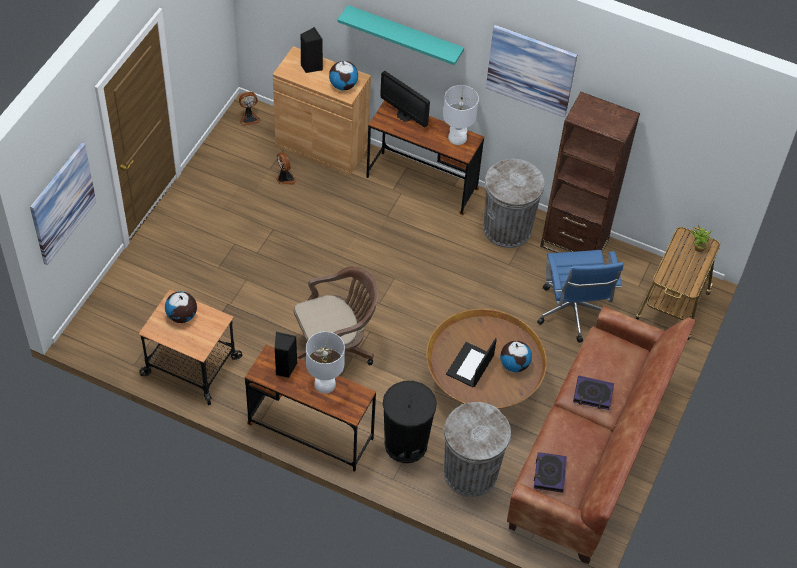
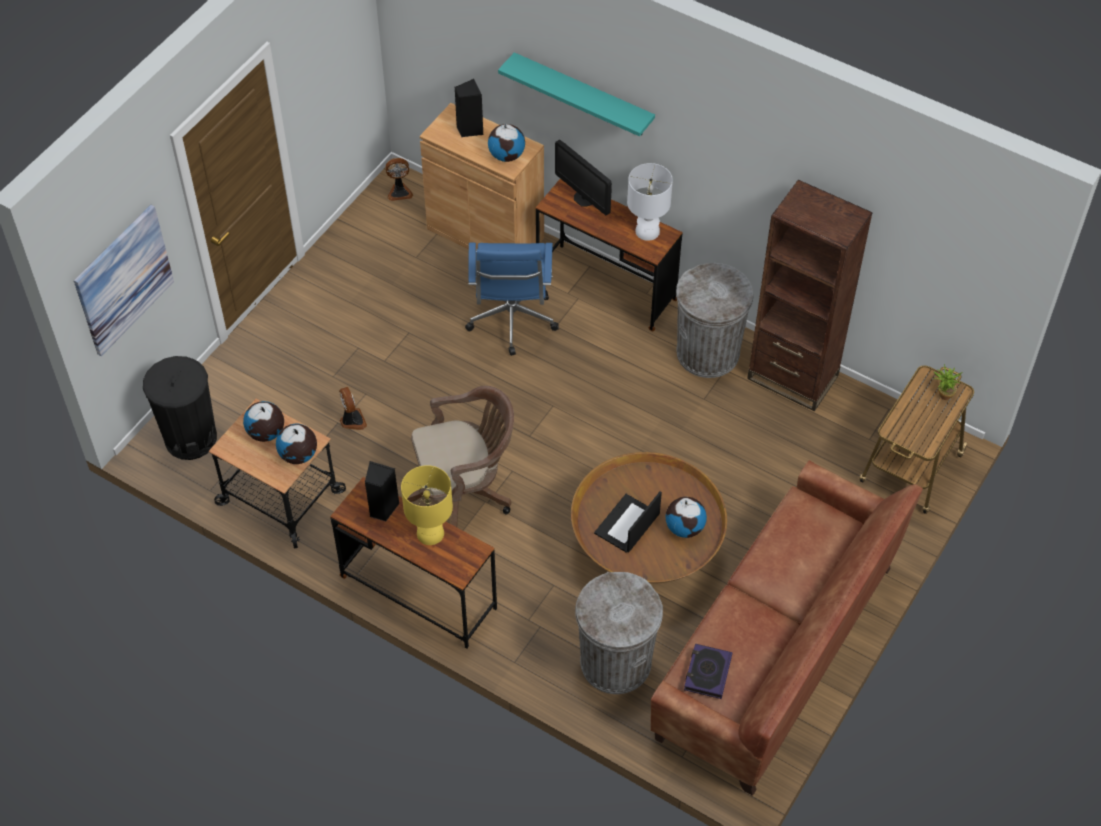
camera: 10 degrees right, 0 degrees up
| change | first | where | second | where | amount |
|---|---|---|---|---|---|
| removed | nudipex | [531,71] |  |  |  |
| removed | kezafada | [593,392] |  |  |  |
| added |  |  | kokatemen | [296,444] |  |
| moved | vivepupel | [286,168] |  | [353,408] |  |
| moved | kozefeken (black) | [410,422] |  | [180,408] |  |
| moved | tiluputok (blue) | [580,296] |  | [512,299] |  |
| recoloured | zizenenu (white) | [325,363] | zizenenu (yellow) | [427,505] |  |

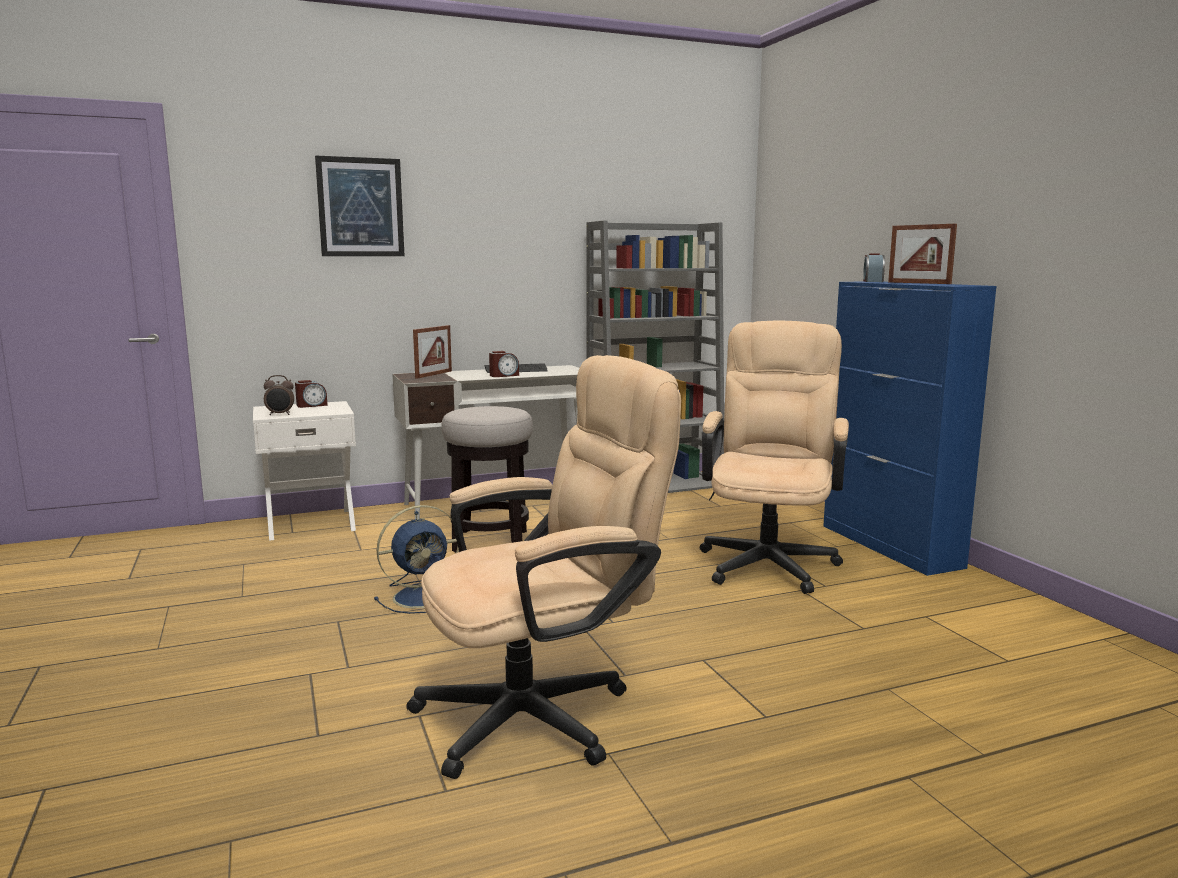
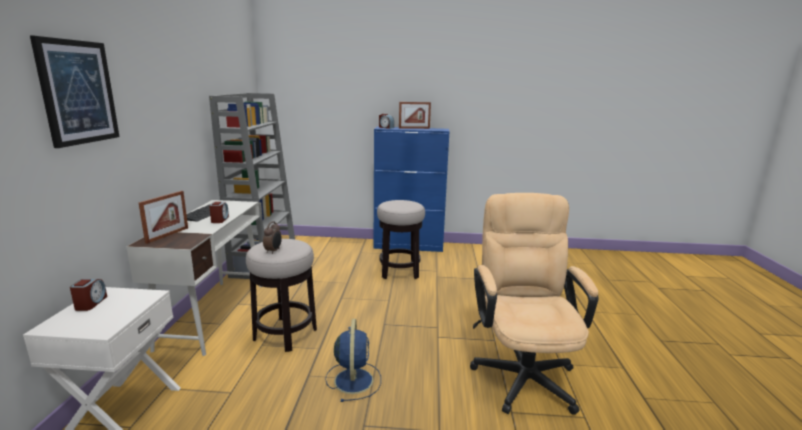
camera: 65 degrees left, 5 degrees up
| change | first | where | second | where | amount |
|---|---|---|---|---|---|
| moved | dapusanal | [279,395] |  | [272,237] |  |
| replaced | tiluputok (beige) | [774,457] | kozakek | [401,239] |  |
| turned | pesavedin | [432,352] |  | [163,217] | 60 degrees clockwise |

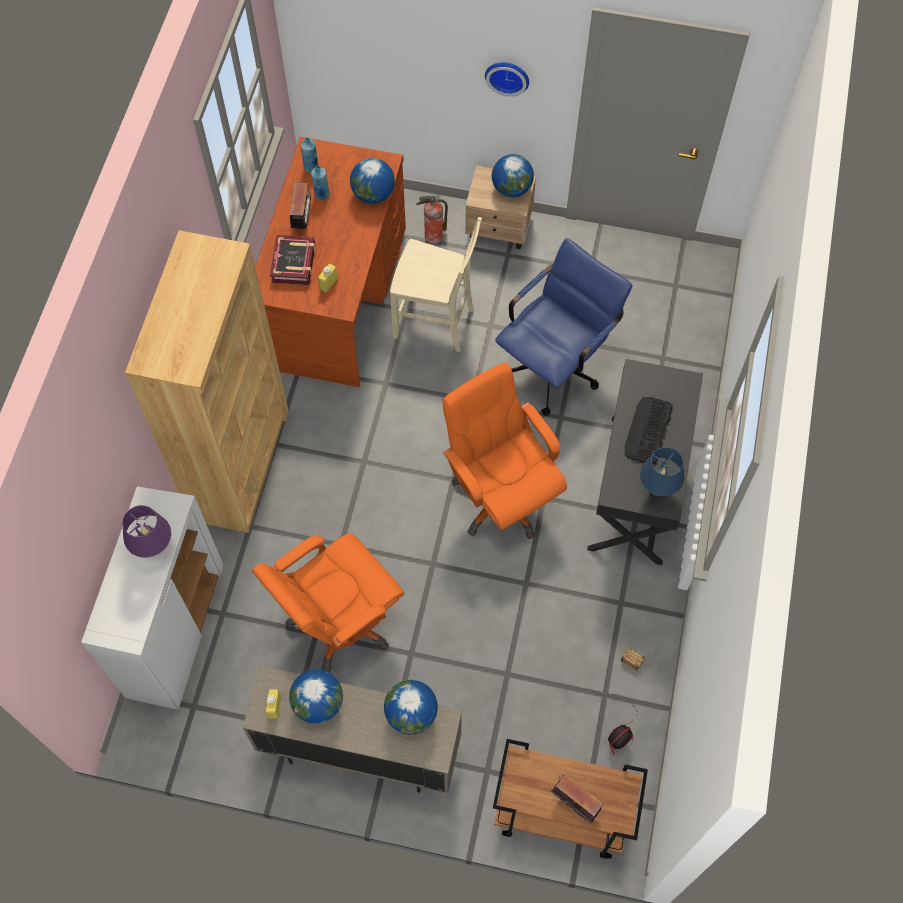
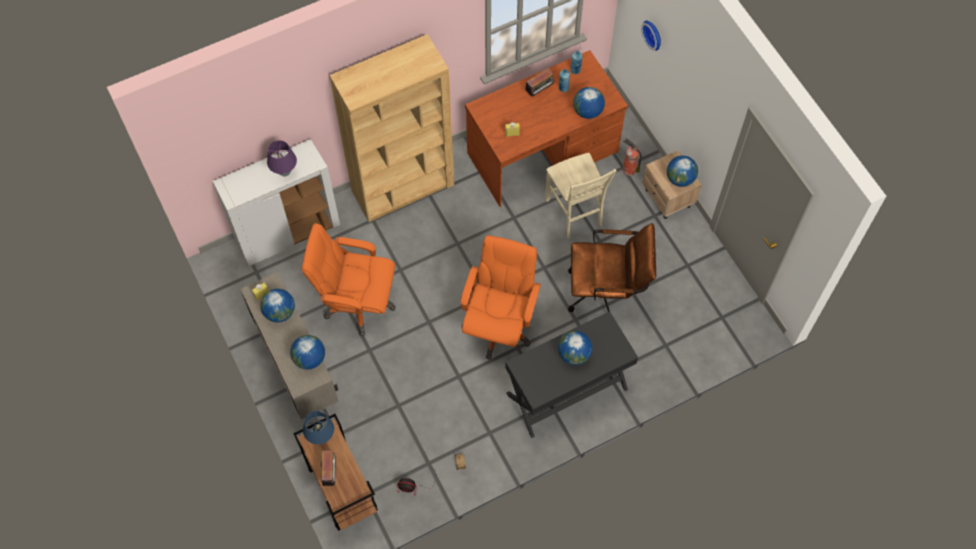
camera: 50 degrees right, 0 degrees up
| change | first | where | second | where | amount |
|---|---|---|---|---|---|
| removed | kezafada | [293,260] |  |  |  |
| moved | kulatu | [507,79] |  | [651,35] |  |
| moved | zizenenu (blue) | [662,471] |  | [318,428] |  |
| replaced | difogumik | [649,430] | kokatemen | [575,348] |  |
| recoloured | tiluputok (blue) | [563,327] | tiluputok (brown) | [612,267] |  |

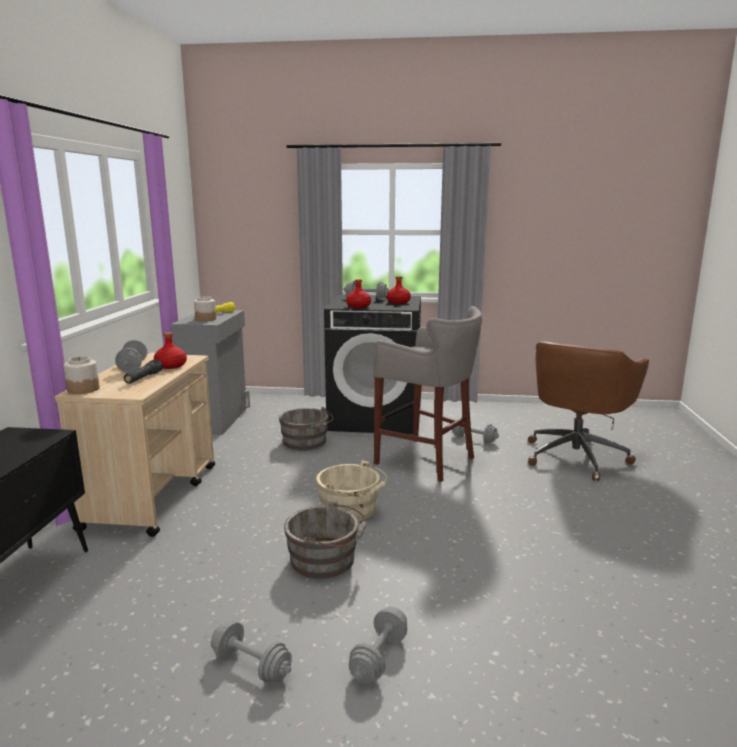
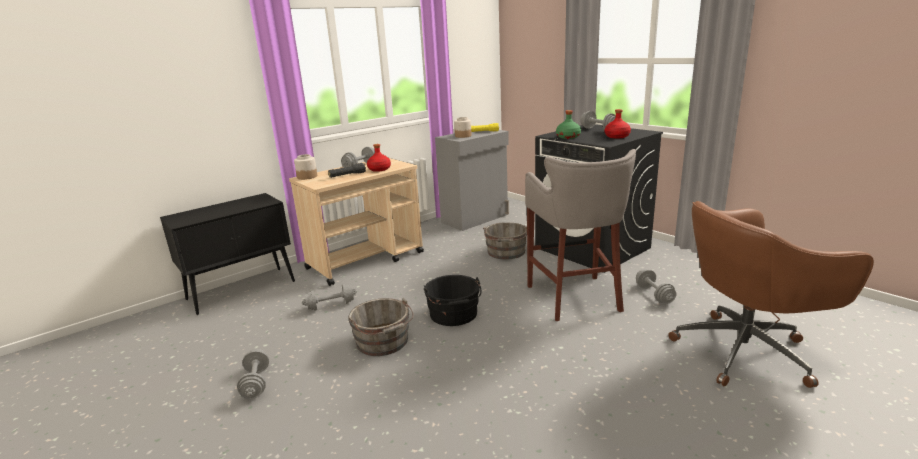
camera: 45 degrees right, 5 degrees up
| change | first | where | second | where | amount |
|---|---|---|---|---|---|
| moved | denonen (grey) | [378,645] |  | [329,297] |  |
| recoloured | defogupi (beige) | [351,490] | defogupi (black) | [453,300] |  |
| recoloured | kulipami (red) | [358,293] | kulipami (green) | [568,124] |  |

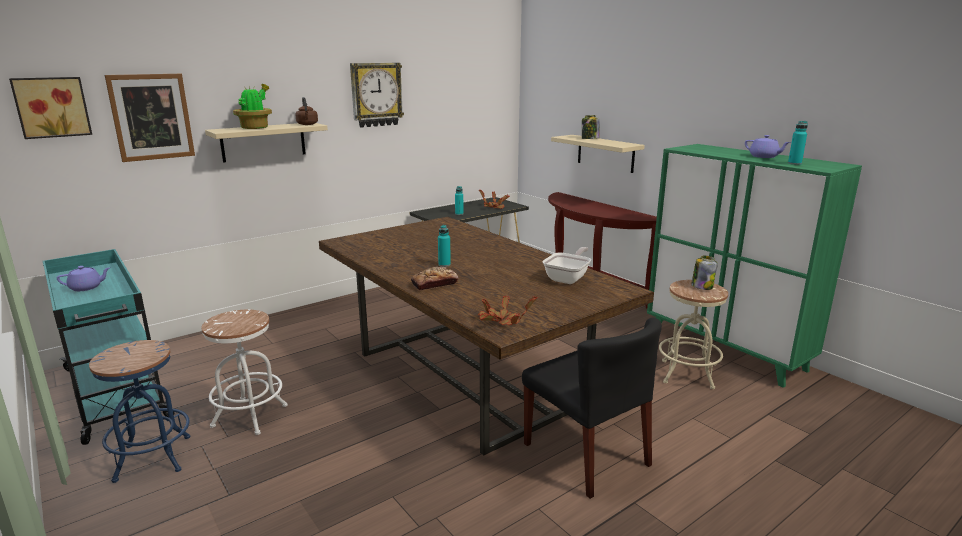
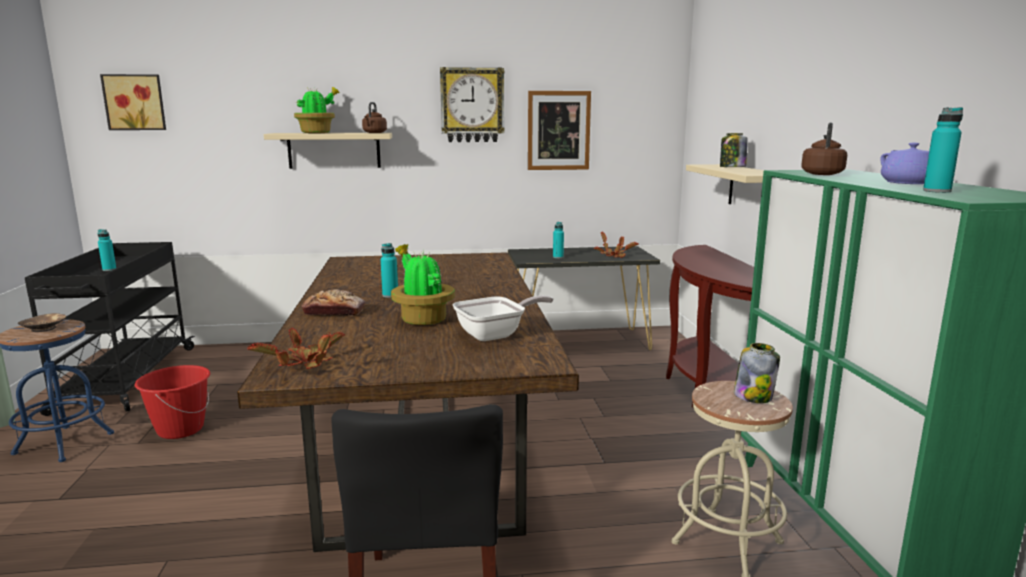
camera: 30 degrees right, 5 degrees down
| change | first | where | second | where | amount |
|---|---|---|---|---|---|
| added |  |  | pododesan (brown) | [42,322] |  |
| added |  |  | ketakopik | [423,284] |  |
| added |  |  | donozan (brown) | [824,149] |  |
| moved | nudipex | [150,118] |  | [559,130] |  |
| replaced | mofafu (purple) | [83,278] | kulipami (turquoise) | [107,250] |  |
| replaced | kozakek (white) | [244,372] | defogupi (red) | [172,402] |  |
| recoloured | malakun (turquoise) | [108,347] | malakun (black) | [110,329] |  |

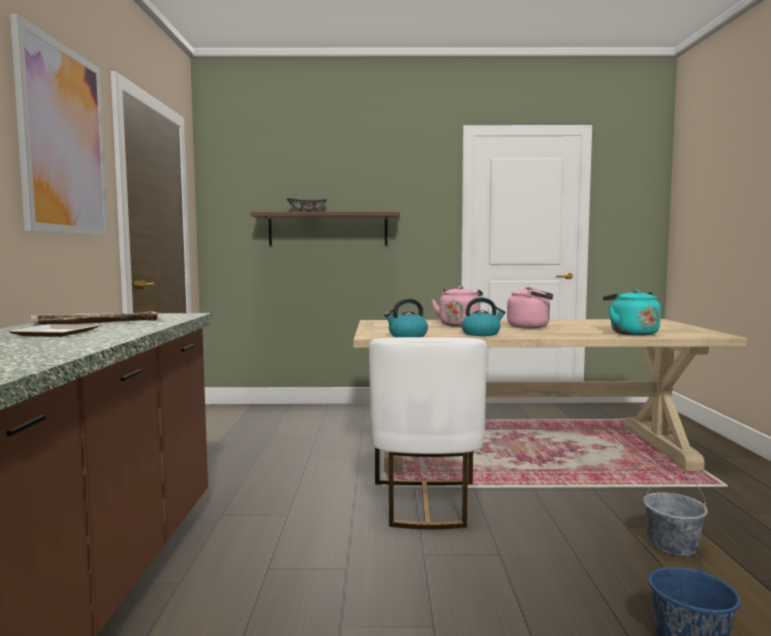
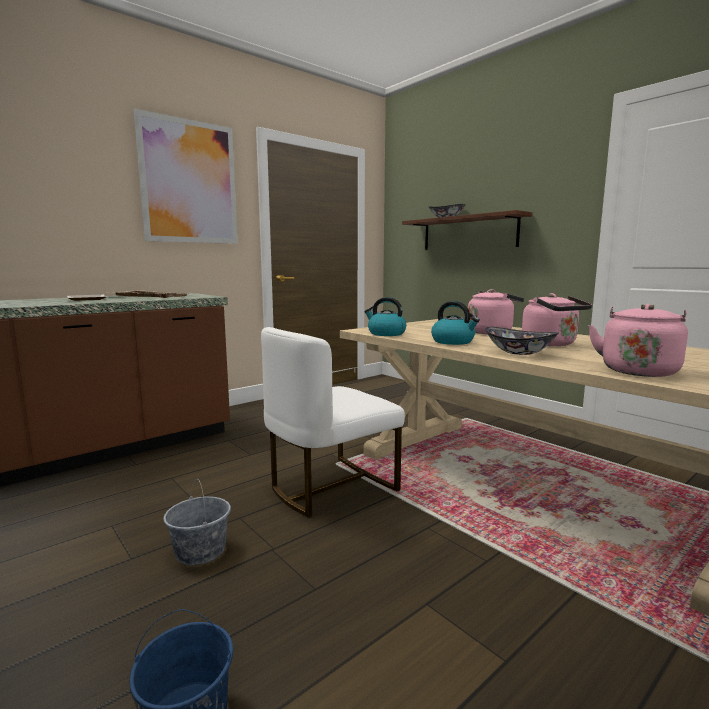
camera: 50 degrees right, 5 degrees up
| change | first | where | second | where | amount |
|---|---|---|---|---|---|
| added |  |  | pododesan | [522,341] |  |
| moved | defogupi (grey) | [675,514] |  | [197,522] |  |
| recoloured | donozan (turquoise) | [632,312] | donozan (pink) | [638,340] |  |

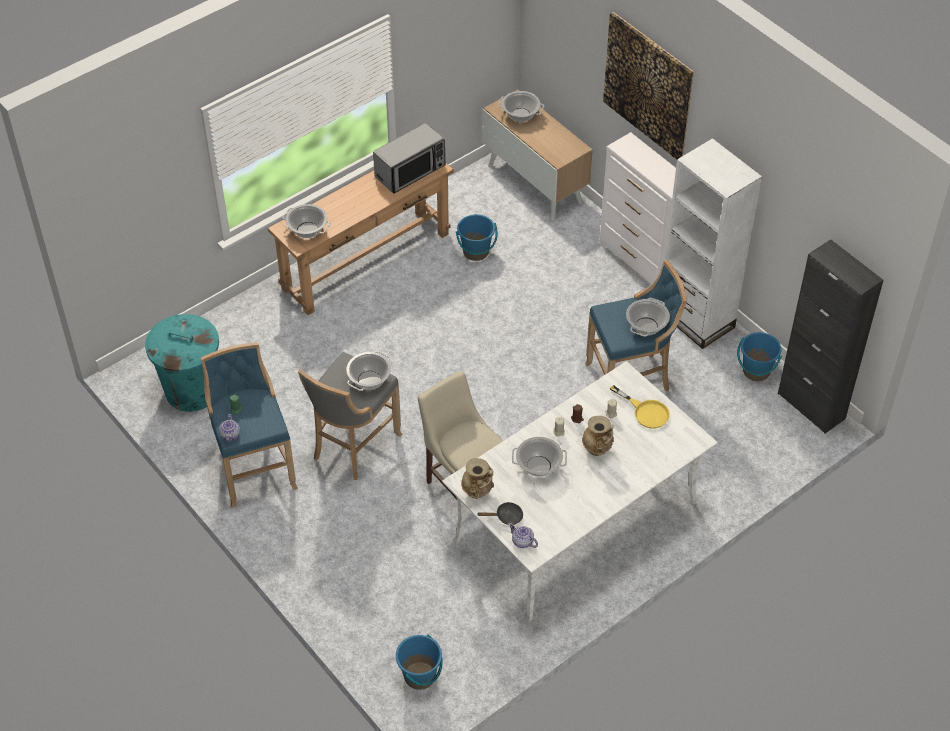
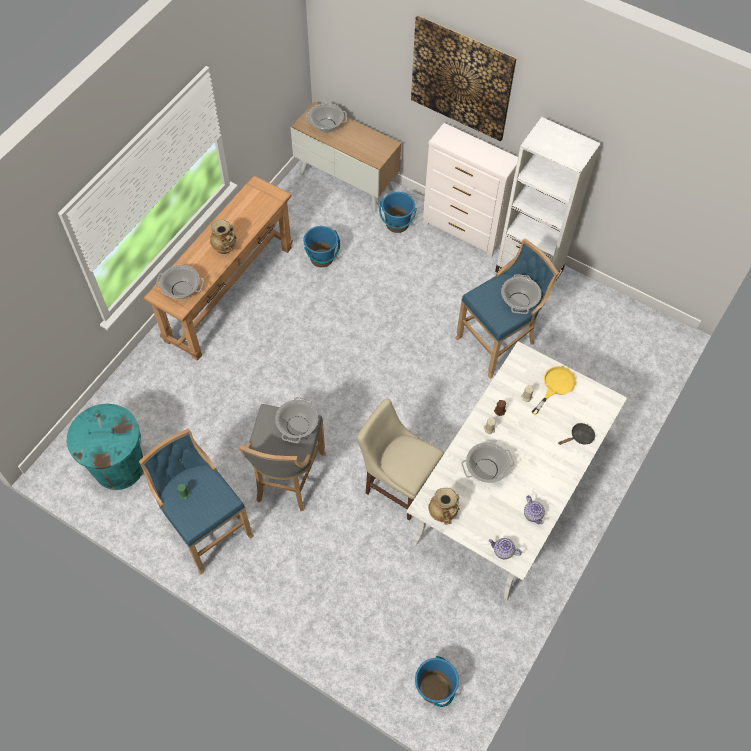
camera: 20 degrees left, 10 degrees up
| change | first | where | second | where | amount |
|---|---|---|---|---|---|
| removed | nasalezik | [409,158] |  |  |  |
| removed | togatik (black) | [830,336] |  |  |  |
| moved | mofafu | [229,428] |  | [534,509] |  |
| moved | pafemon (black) | [500,513] |  | [577,434] |  |
| moved | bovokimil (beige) | [598,436] |  | [223,237] |  |
| moved | defogupi (blue) | [759,356] |  | [398,212] |  |
| turned | pafemon (yellow) | [640,407] |  | [554,390] | 75 degrees counterclockwise |

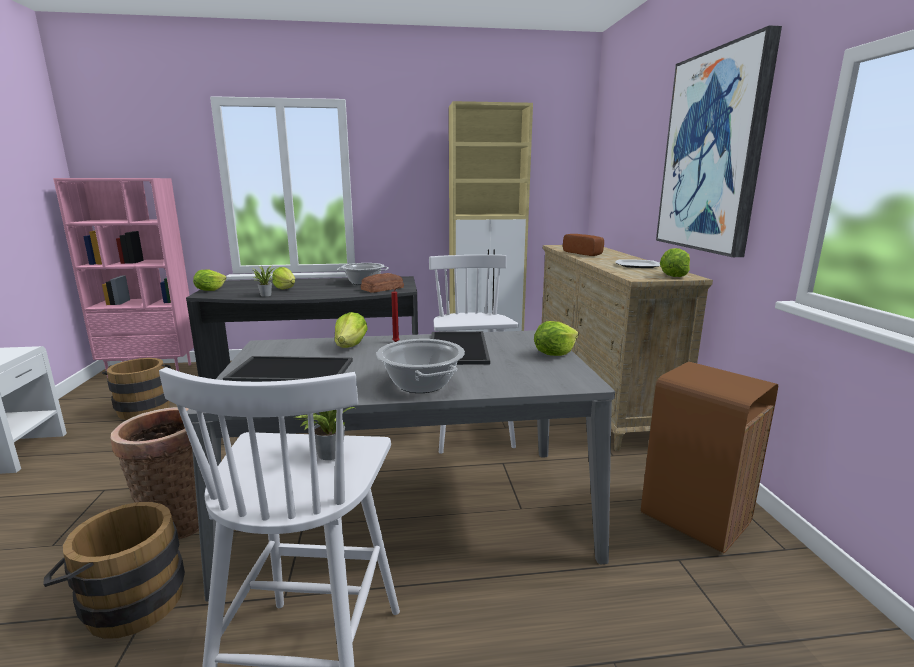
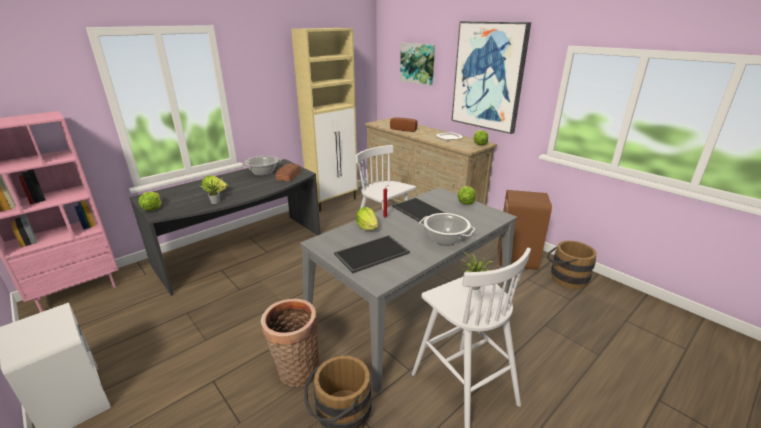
camera: 35 degrees left, 10 degrees up
| change | first | where | second | where | amount |
|---|---|---|---|---|---|
| added |  |  | nudipex | [417,64] |  |
| moved | defogupi (brown) | [136,389] |  | [572,265] |  |

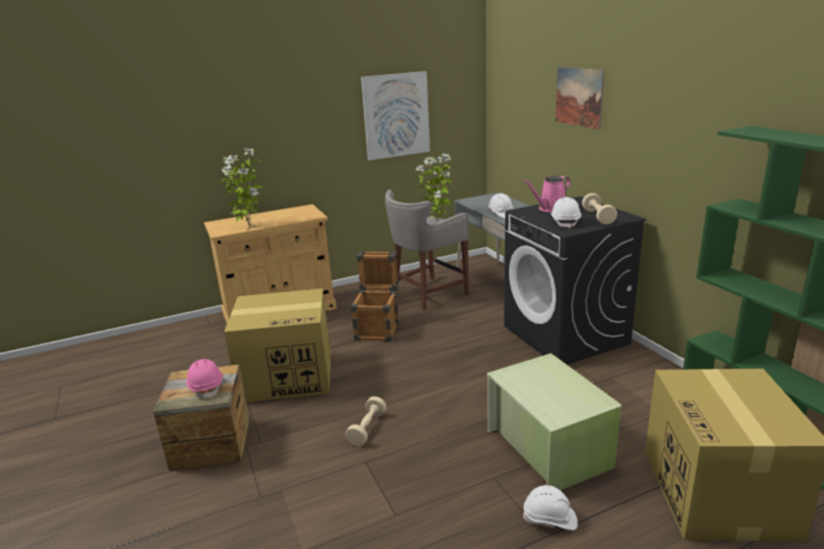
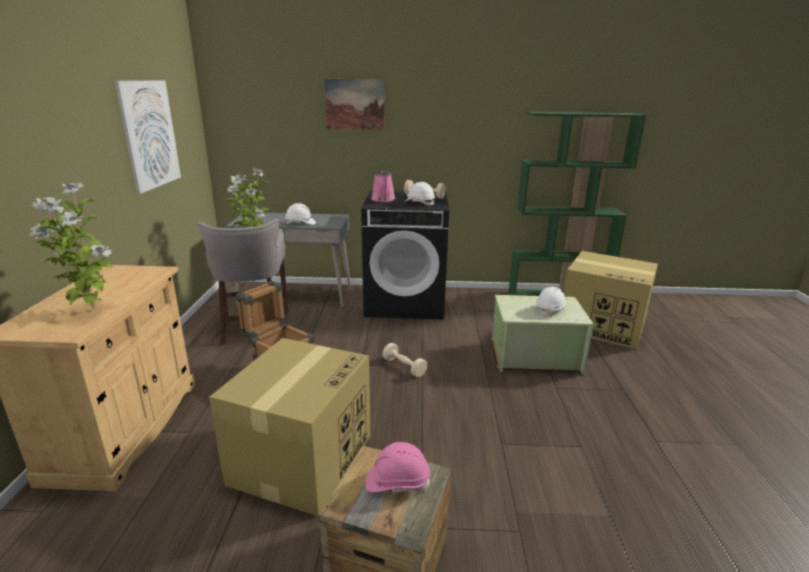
camera: 65 degrees left, 0 degrees up
| change | first | where | second | where | amount |
|---|---|---|---|---|---|
| moved | denonen (beige) | [366,421] |  | [405,360] |  |
| moved | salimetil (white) | [550,507] |  | [551,302] |  |

